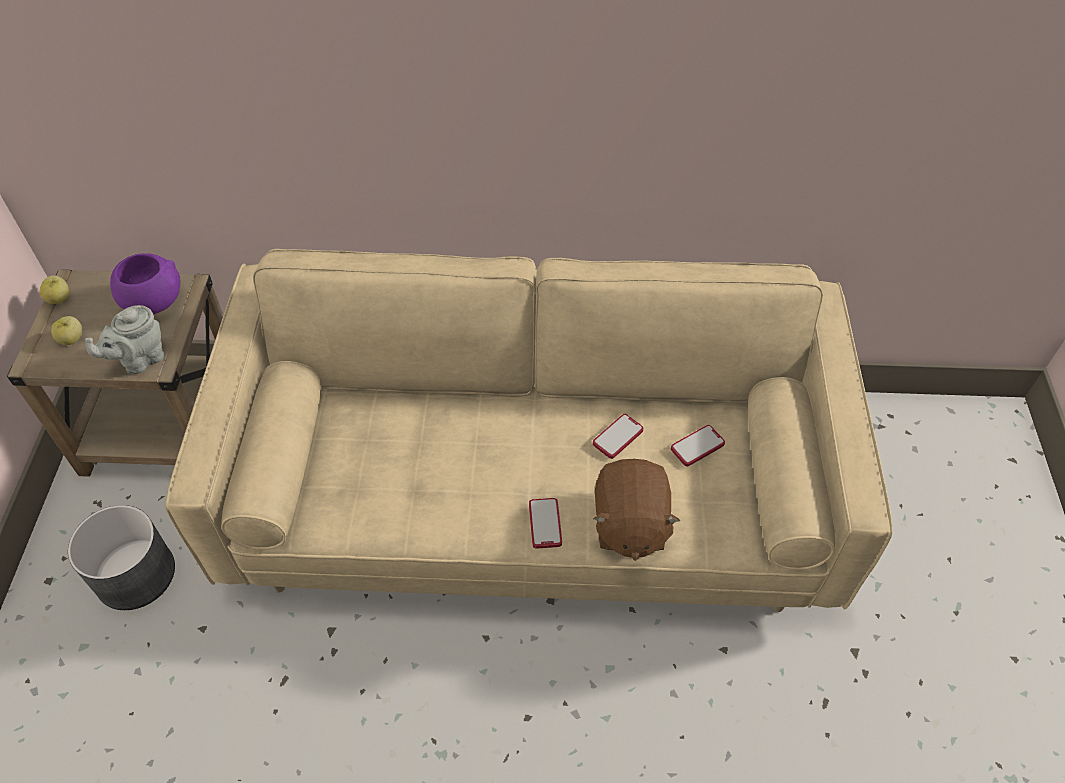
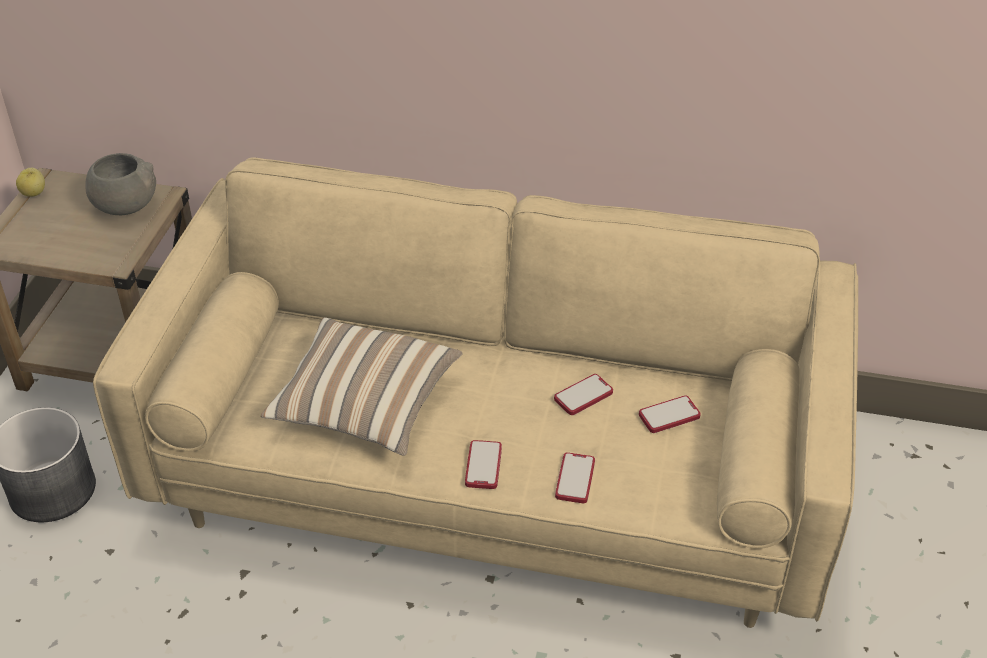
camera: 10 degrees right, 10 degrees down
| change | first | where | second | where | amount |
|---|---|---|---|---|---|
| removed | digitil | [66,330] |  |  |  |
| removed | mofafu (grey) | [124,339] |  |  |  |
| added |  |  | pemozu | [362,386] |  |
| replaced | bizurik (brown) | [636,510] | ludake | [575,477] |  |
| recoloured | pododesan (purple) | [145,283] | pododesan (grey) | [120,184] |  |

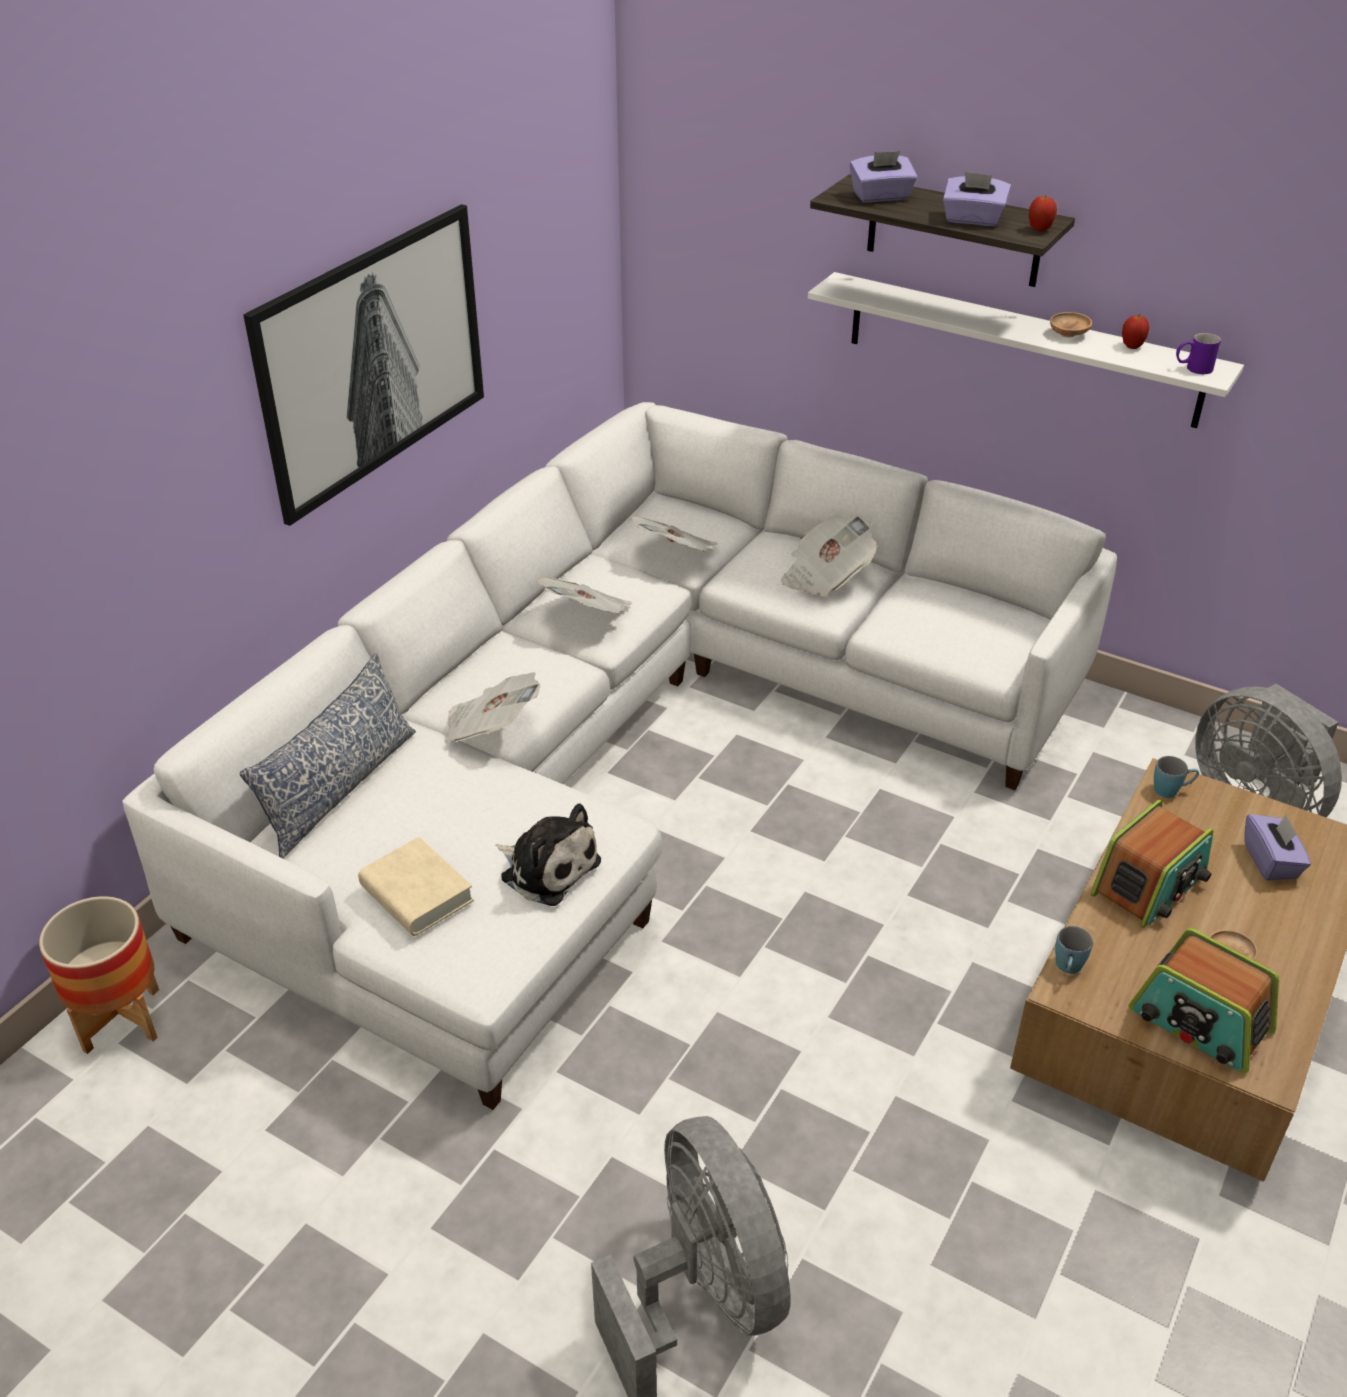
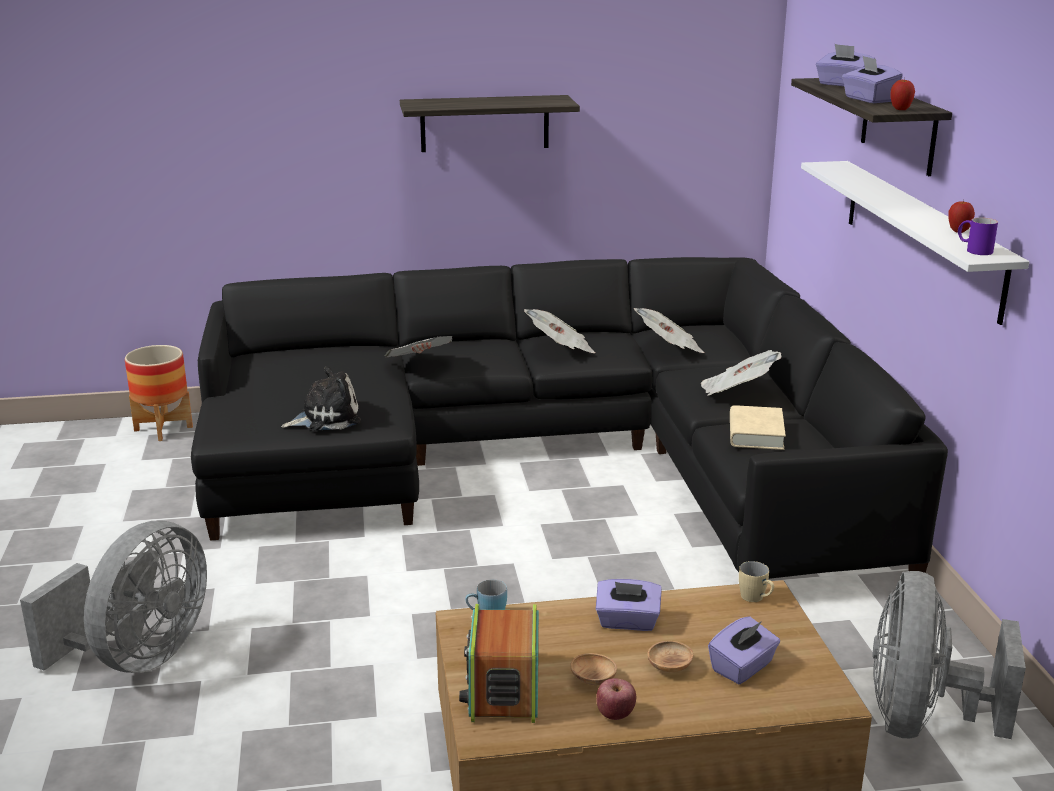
camera: 50 degrees right, 15 degrees down
| change | first | where | second | where | amount |
|---|---|---|---|---|---|
| removed | pemozu | [328,756] |  |  |  |
| added |  |  | digitil | [616,699] |  |
| moved | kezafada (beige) | [416,886] |  | [758,427] |  |
| moved | pododesan (brown) | [1071,324] |  | [670,656] |  |
| replaced | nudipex | [363,365] | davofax | [490,123] |  |
| replaced | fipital | [1152,863] | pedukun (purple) | [629,605] |  |
| recoloured | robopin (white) | [619,756] | robopin (black) | [569,418] |  |
| recoloured | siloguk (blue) | [1176,777] | siloguk (beige) | [756,581] |  |
| turned | bizurik | [548,854] |  | [321,398] | 105 degrees counterclockwise |

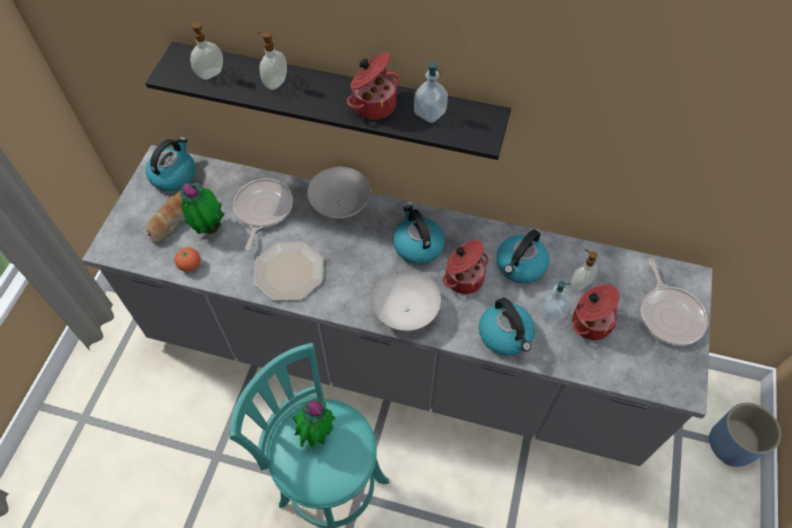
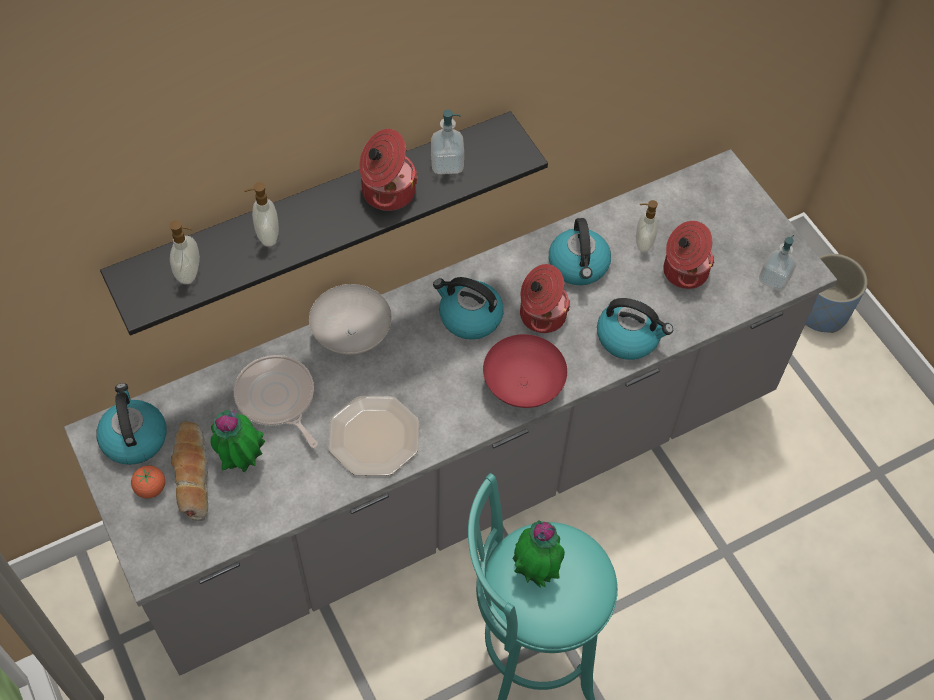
camera: 45 degrees left, 0 degrees up
| change | first | where | second | where | amount |
|---|---|---|---|---|---|
| removed | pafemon | [674,302] |  |  |  |
| moved | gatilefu | [187,259] |  | [148,482] |  |
| moved | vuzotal | [554,301] |  | [777,263] |  |
| recoloured | pododesan (white) | [406,300] | pododesan (red) | [525,371] |  |

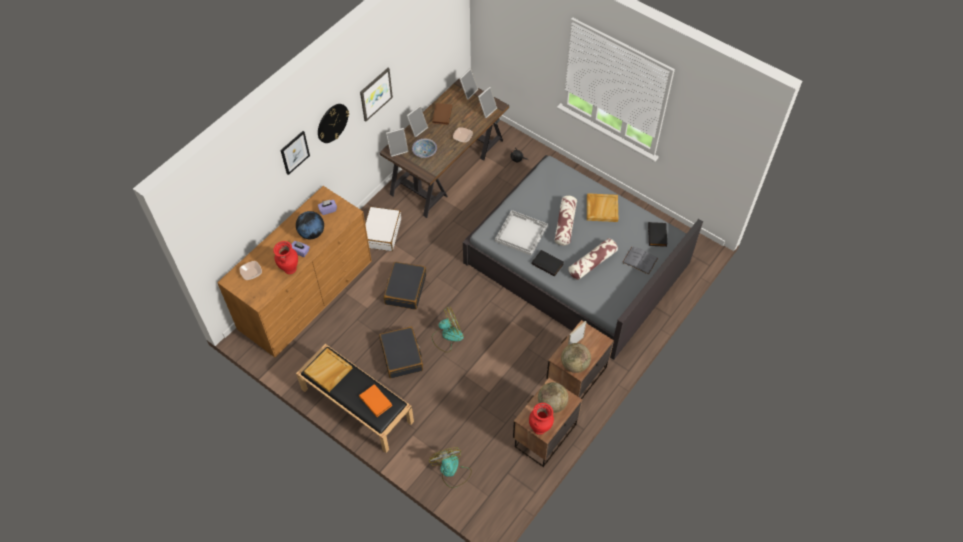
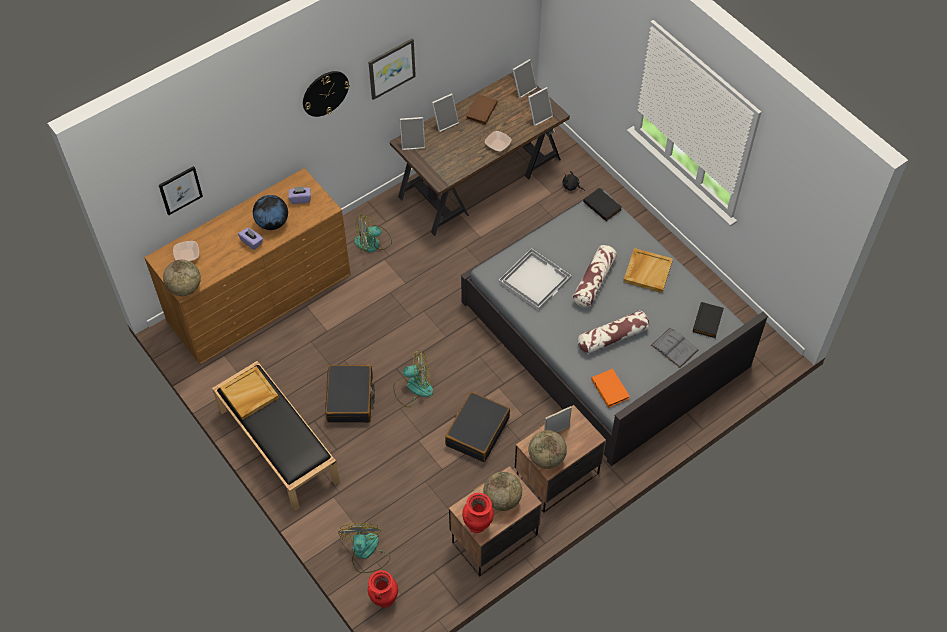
camera: 15 degrees right, 0 degrees up
| change | first | where | second | where | amount |
|---|---|---|---|---|---|
| removed | pododesan | [424,148] |  |  |  |
| added |  |  | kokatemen | [182,278] |  |
| moved | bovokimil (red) | [285,257] |  | [383,589] |  |
| moved | nudipex | [295,153] |  | [181,190] |  |
| moved | kezafada (orange) | [375,400] |  | [610,388] |  |
| moved | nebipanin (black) | [405,286] |  | [477,427] |  |
| moved | kezafada (black) | [548,263] |  | [602,204] |  |
| replaced | nebipanin (white) | [383,229] | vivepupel | [373,233] |  |

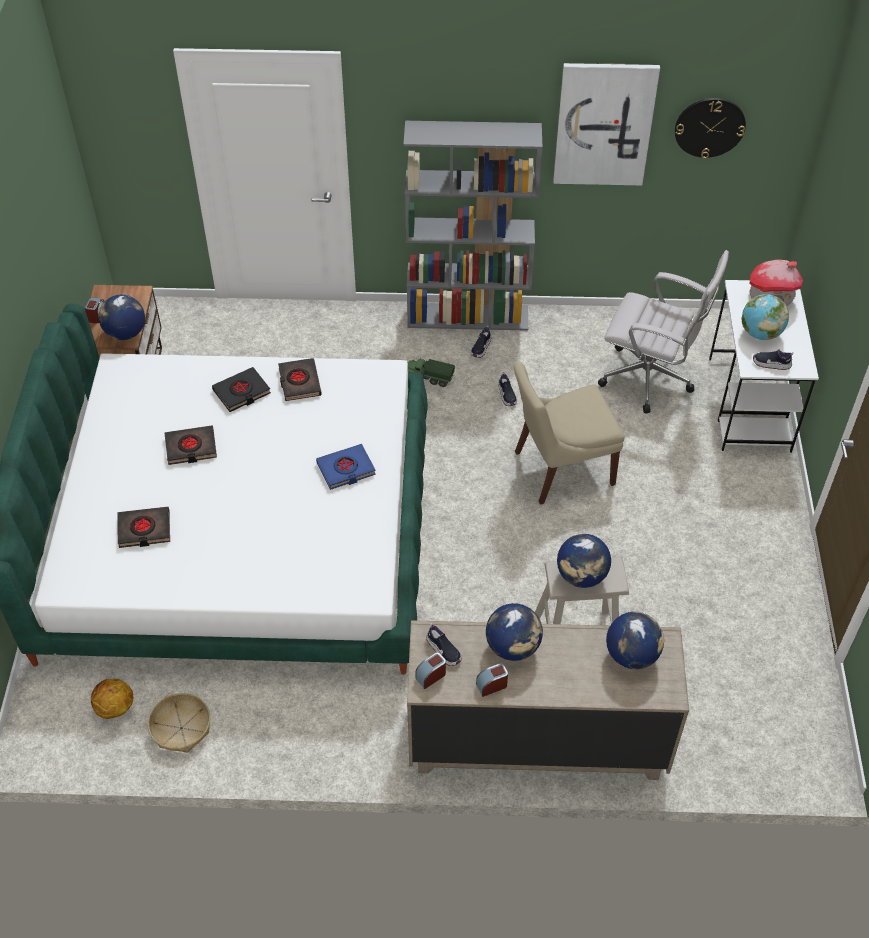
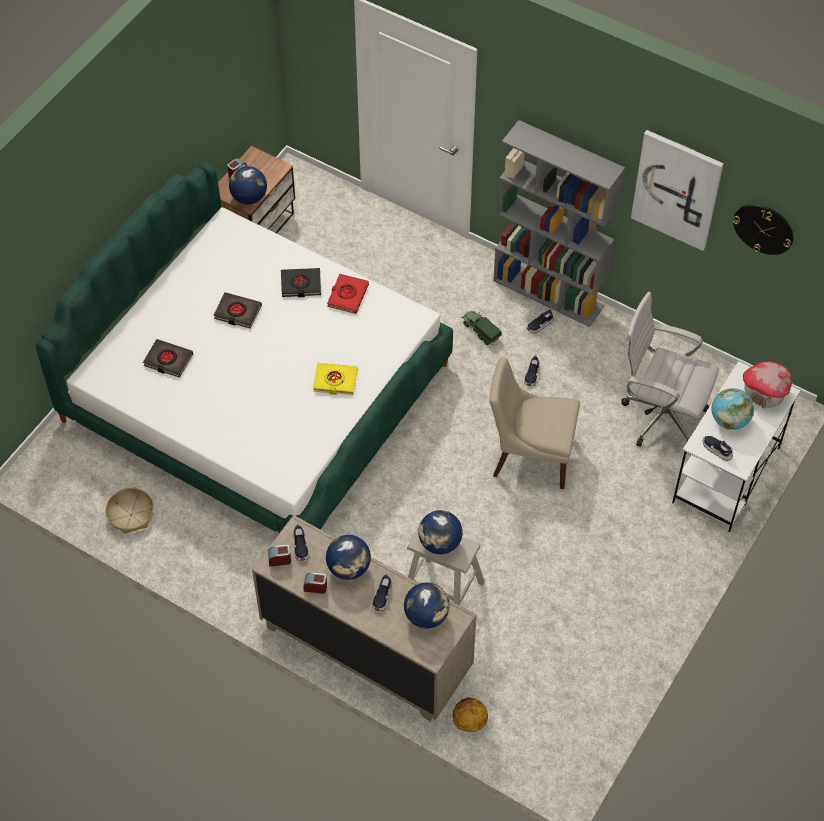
camera: 30 degrees right, 5 degrees up
| change | first | where | second | where | amount |
|---|---|---|---|---|---|
| added |  |  | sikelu | [382,592] |  |
| moved | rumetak | [112,699] |  | [470,715] |  |
| recoloured | kezafada (black) | [300,379] | kezafada (red) | [348,294] |  |
| recoloured | kezafada (blue) | [346,467] | kezafada (yellow) | [335,379] |  |
| turned | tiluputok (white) | [663,332] |  | [670,369] | 150 degrees clockwise |

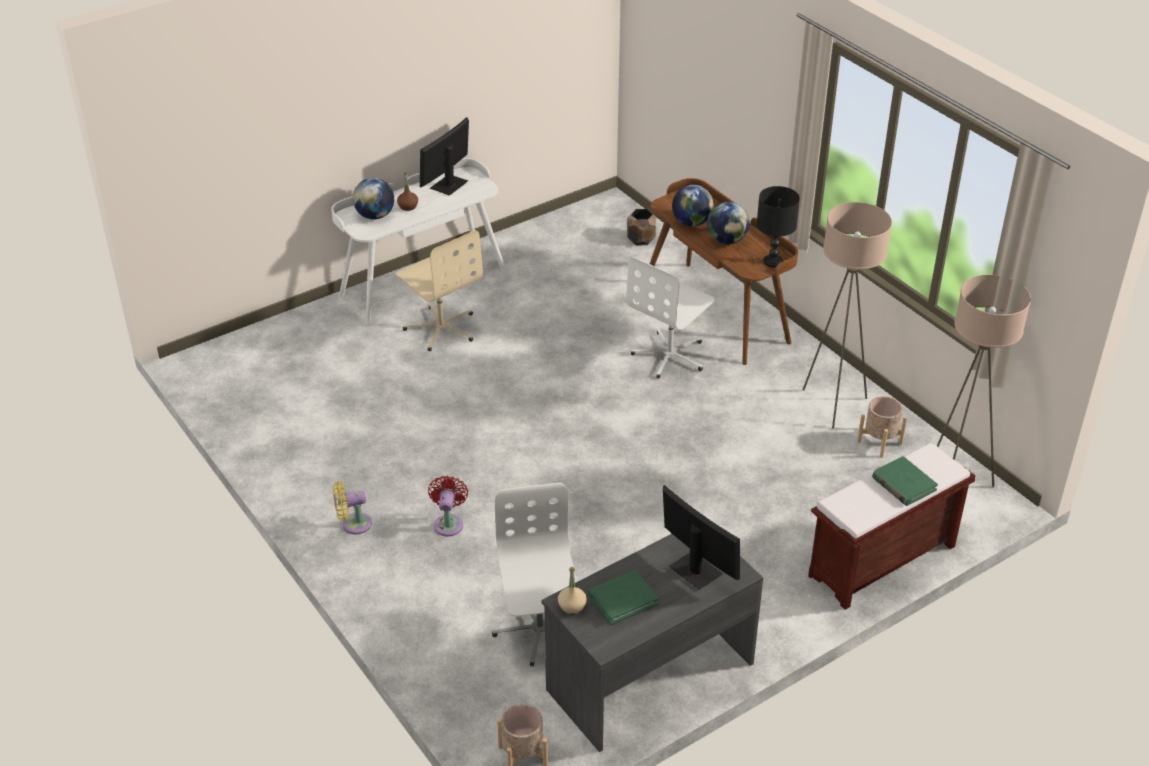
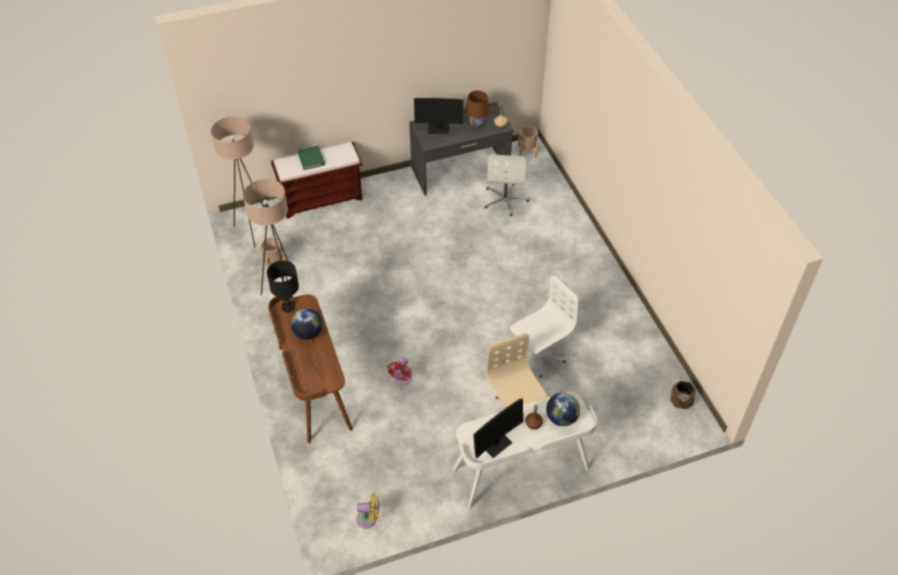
camera: 165 degrees left, 10 degrees up
| change | first | where | second | where | amount |
|---|---|---|---|---|---|
| removed | kokatemen | [693,206] |  |  |  |
| moved | vivepupel (yellow) | [352,507] |  | [367,510] |  |
| moved | vivepupel (red) | [448,506] |  | [399,371] |  |
| moved | tiluputok (white) | [671,317] |  | [545,326] |  |
| moved | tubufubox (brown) | [641,227] |  | [683,395] |  |
| replaced | kezafada (green) | [623,597] | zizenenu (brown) | [477,109] |  |
| turned | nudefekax | [701,537] |  | [438,116] | 60 degrees counterclockwise |

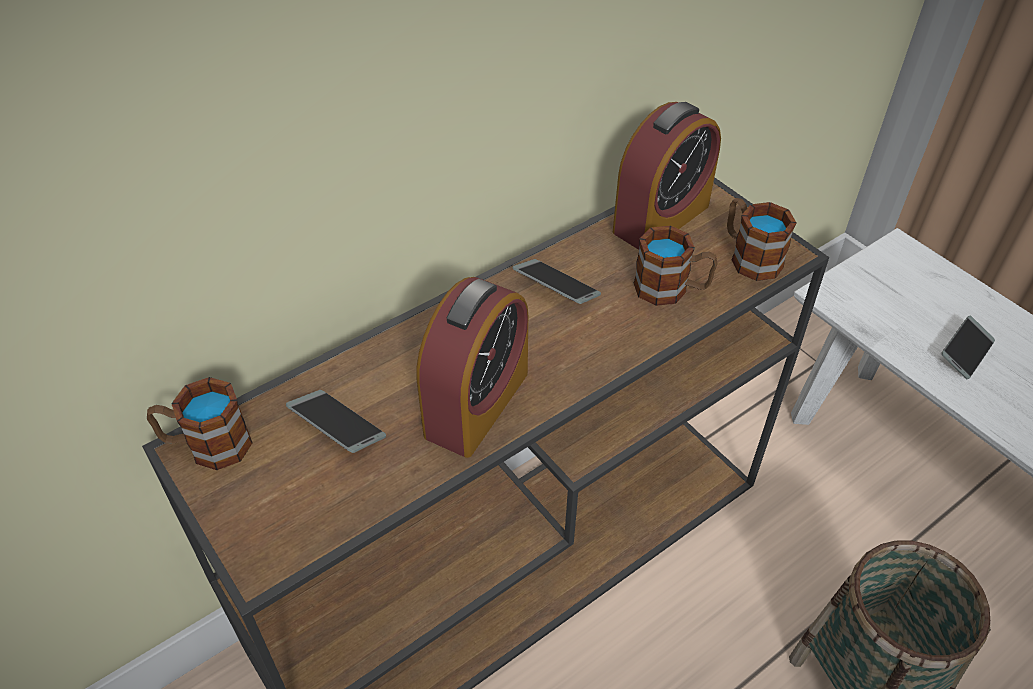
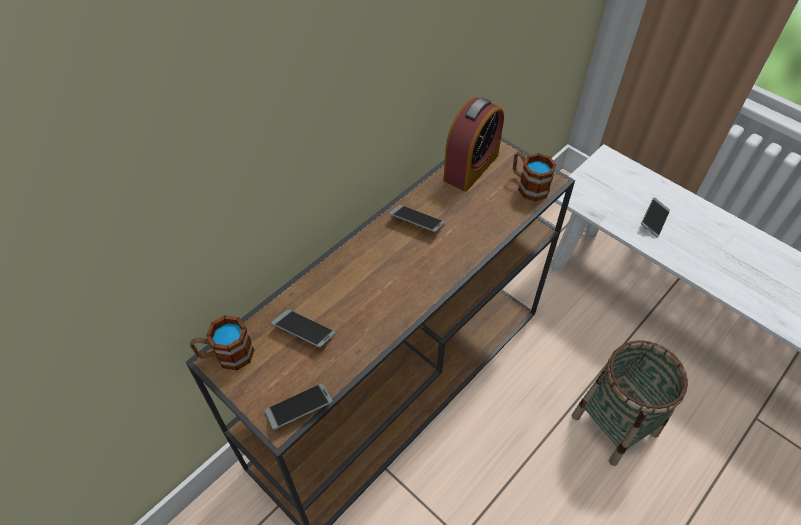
camera: 10 degrees left, 5 degrees up
| change | first | where | second | where | amount |
|---|---|---|---|---|---|
| removed | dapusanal | [472,367] |  |  |  |
| removed | siloguk | [676,266] |  |  |  |
| added |  |  | ludake | [299,407] |  |

